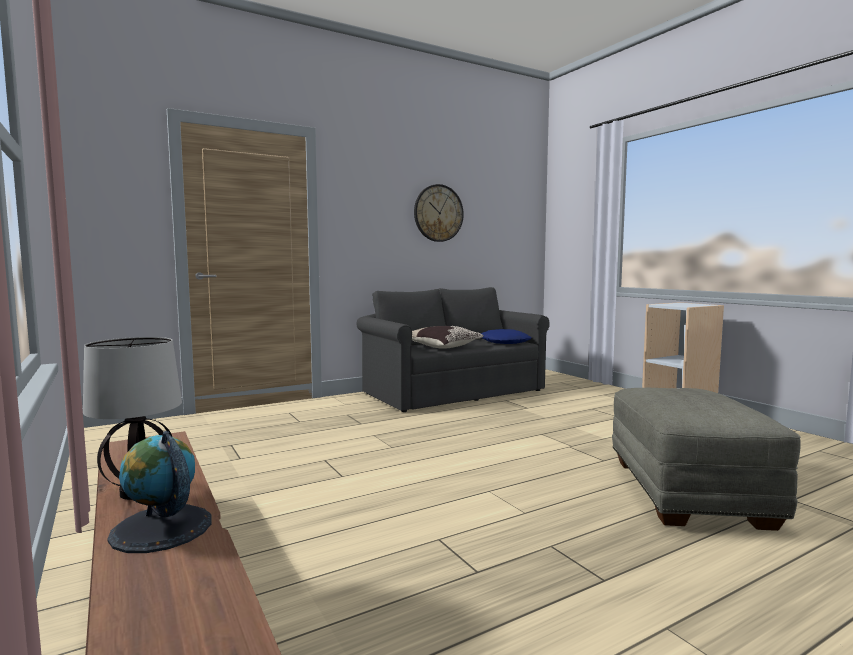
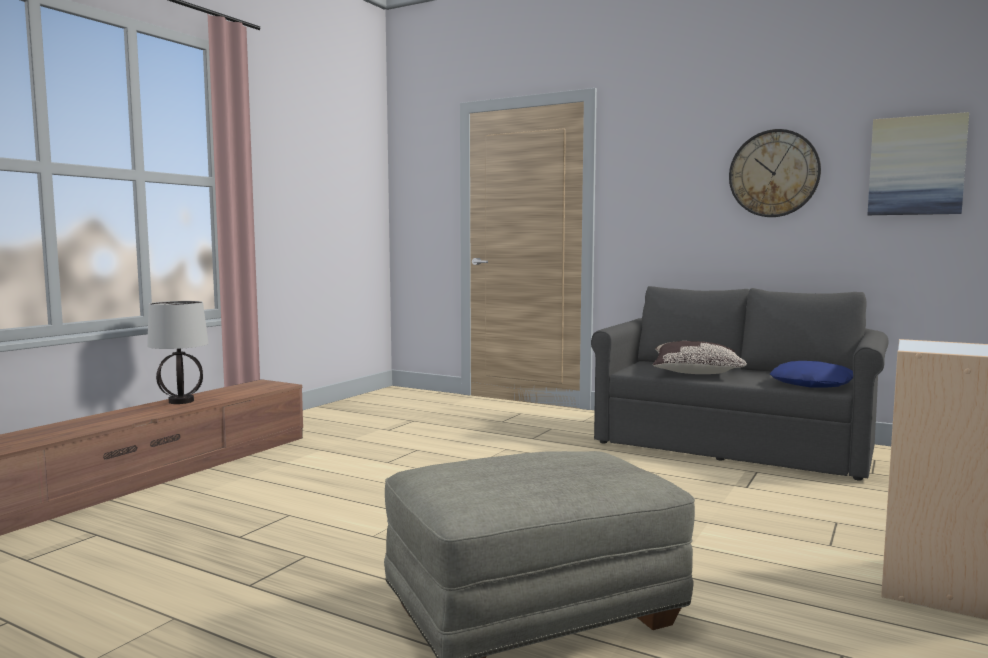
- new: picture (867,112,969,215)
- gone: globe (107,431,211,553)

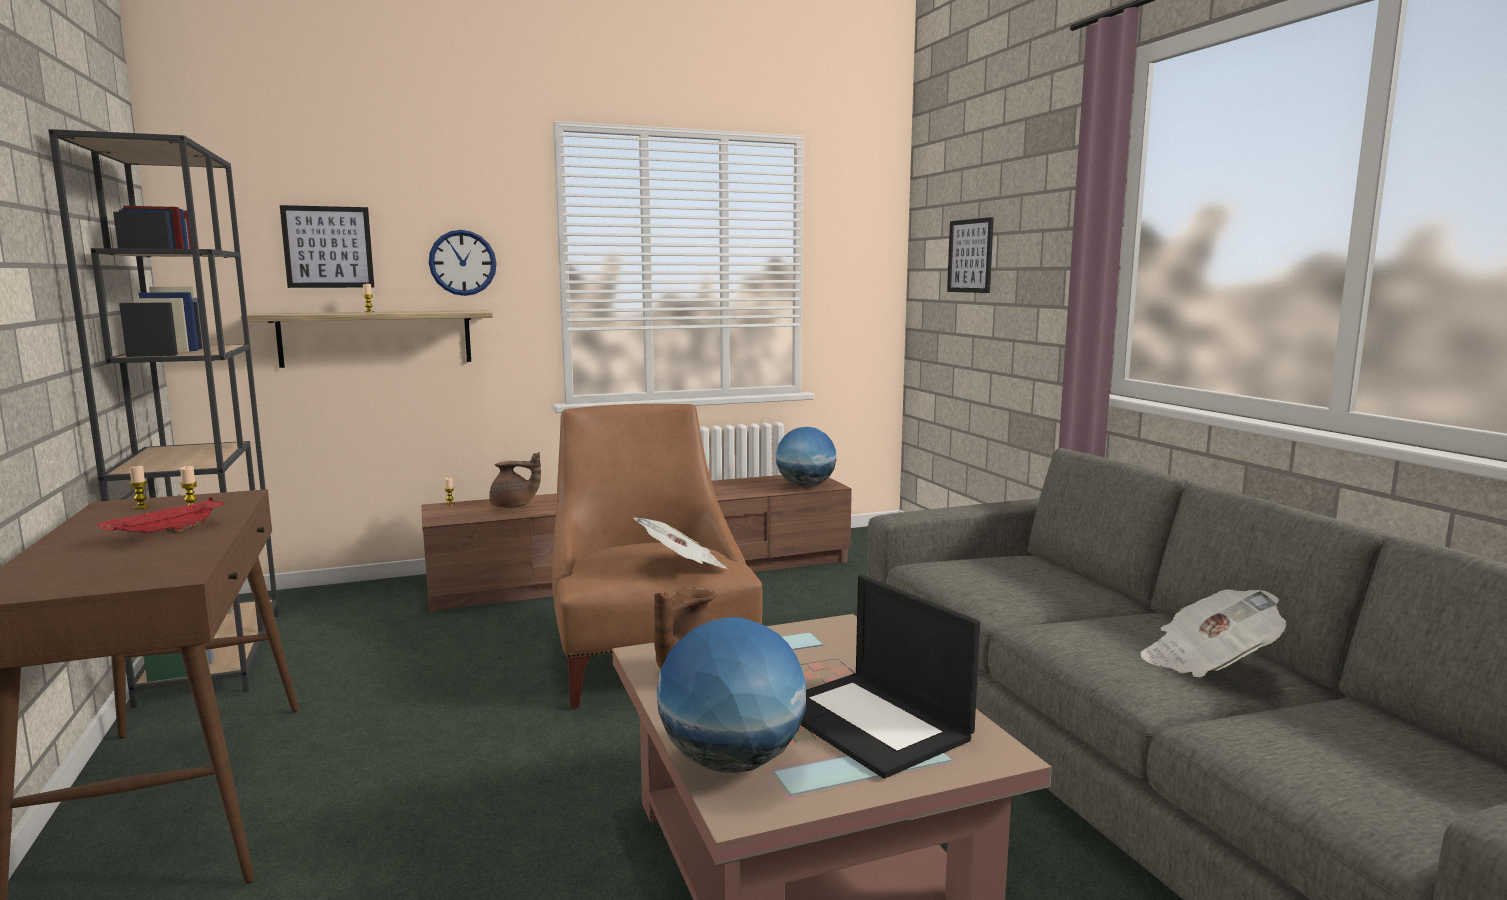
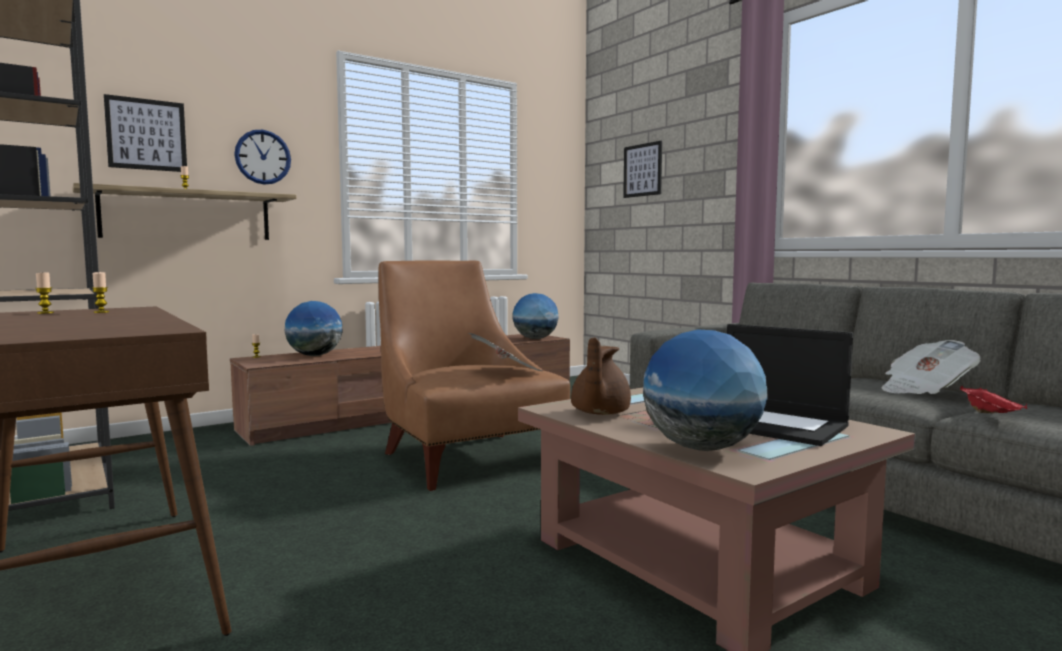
- swapped: teapot (brown) (489,452,541,508) to globe (285,301,343,356)
- shifted: tray (red) (96,497,224,533) to (960,386,1027,413)

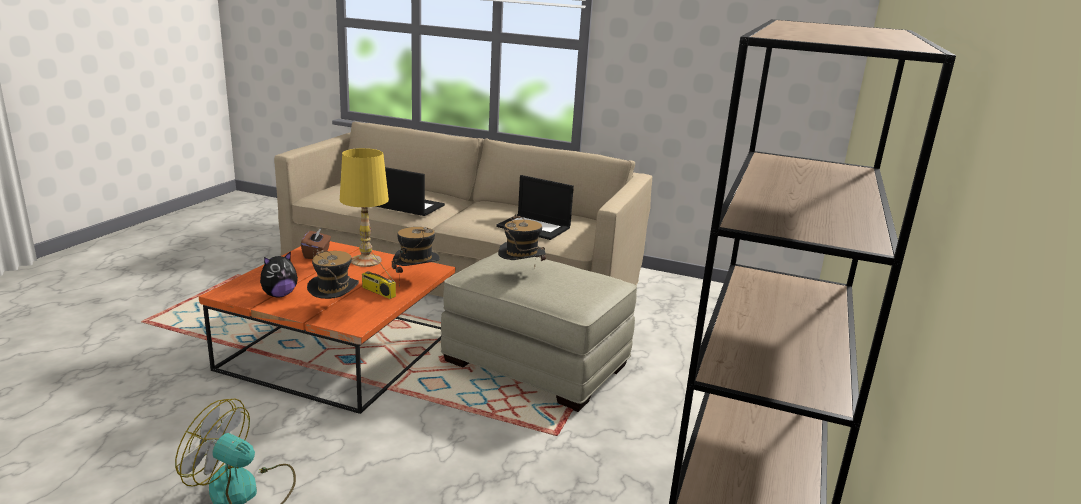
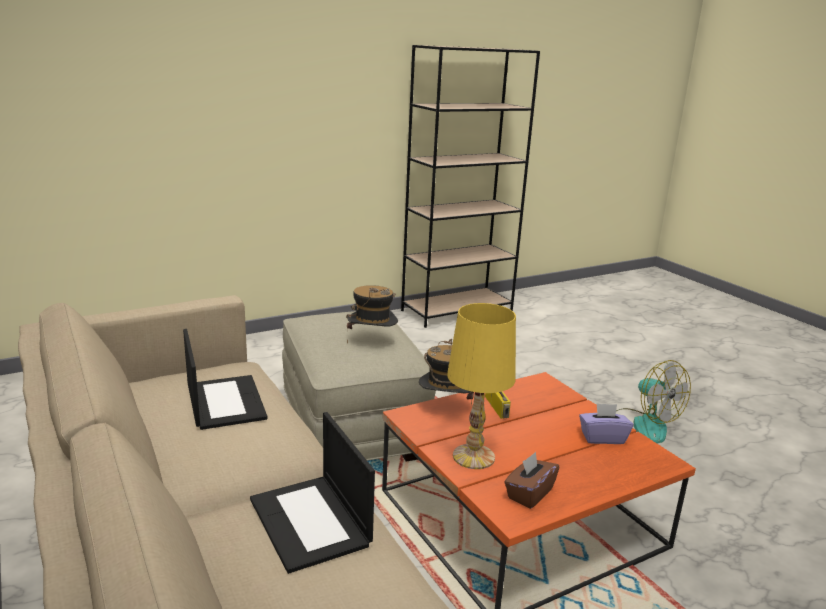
- swapped: plush toy (260,251,298,298) to tissue box (purple) (579,403,633,444)
- gone: hat (307,249,359,299)

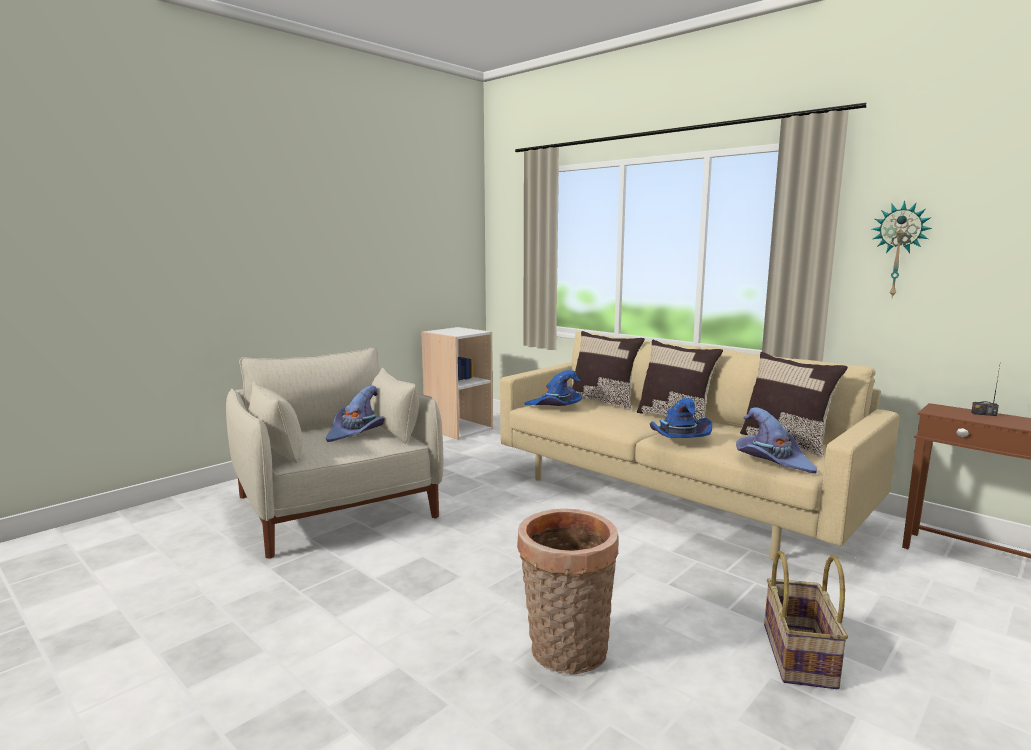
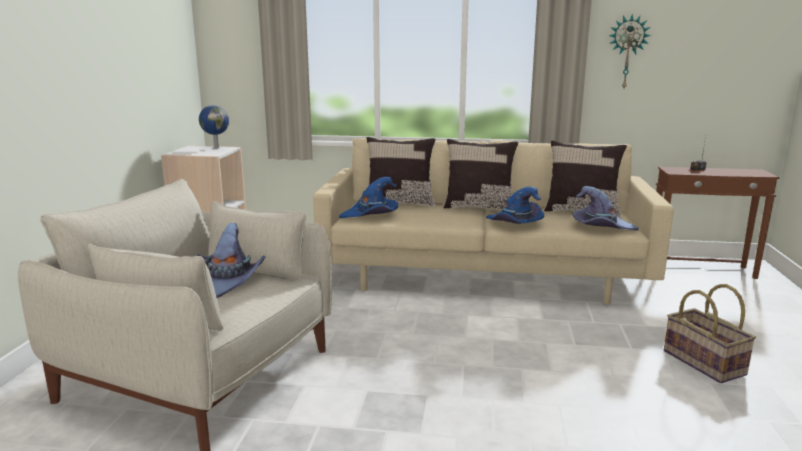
- new: globe (199,105,229,149)
- gone: basket (517,509,618,675)

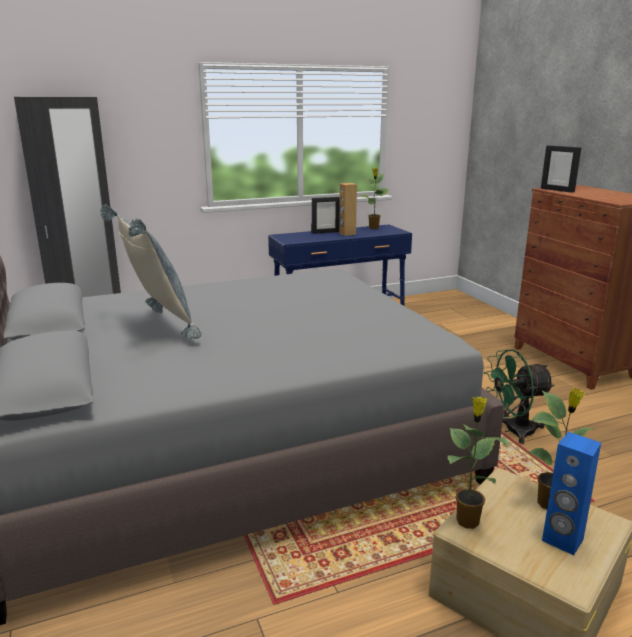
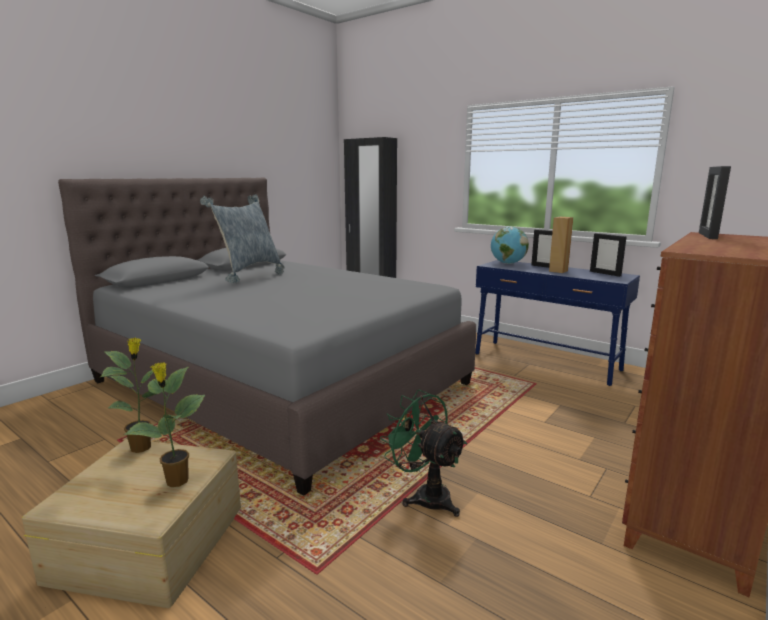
- new: globe (491,227,529,264)
- swapped: potted plant (360,168,389,229) to picture frame (590,233,627,277)
- gone: speaker (blue) (542,432,601,555)

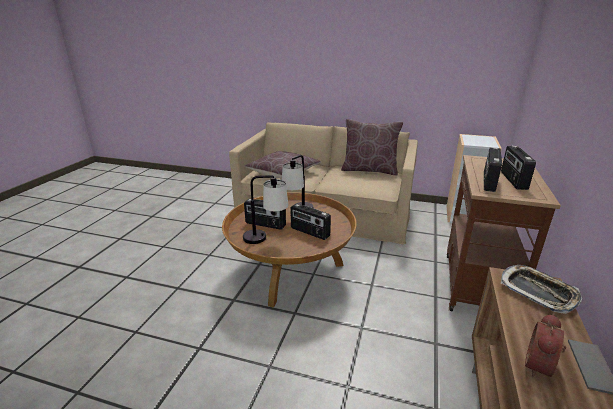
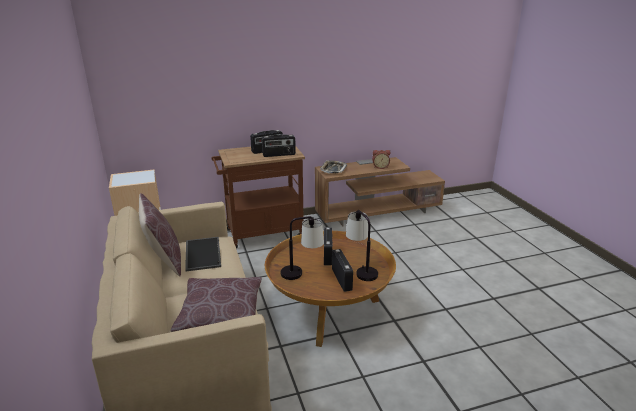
- new: tray (185,237,221,271)

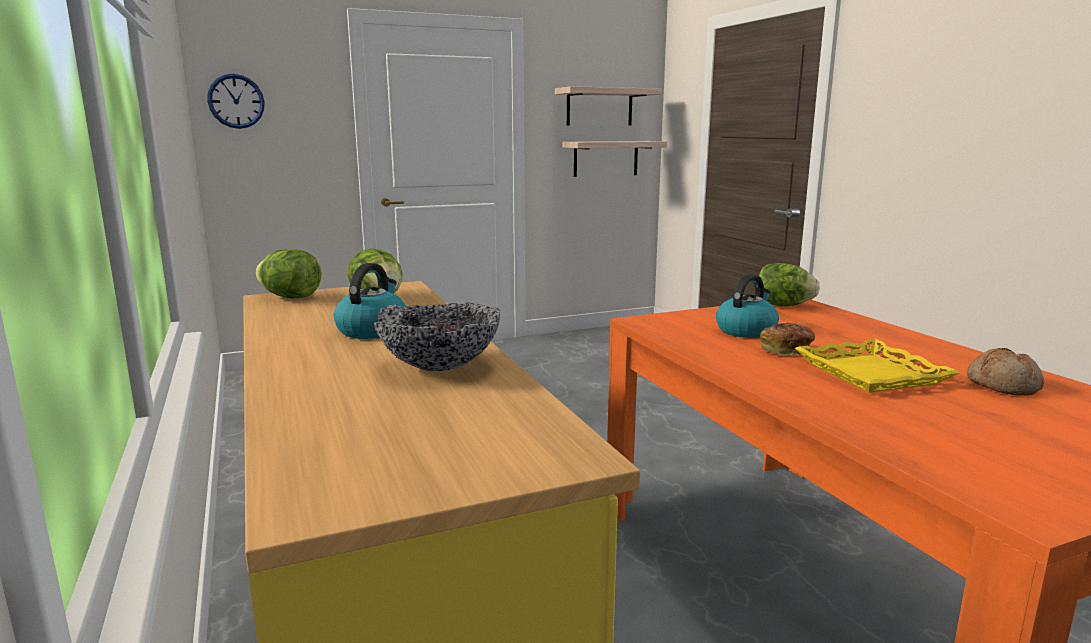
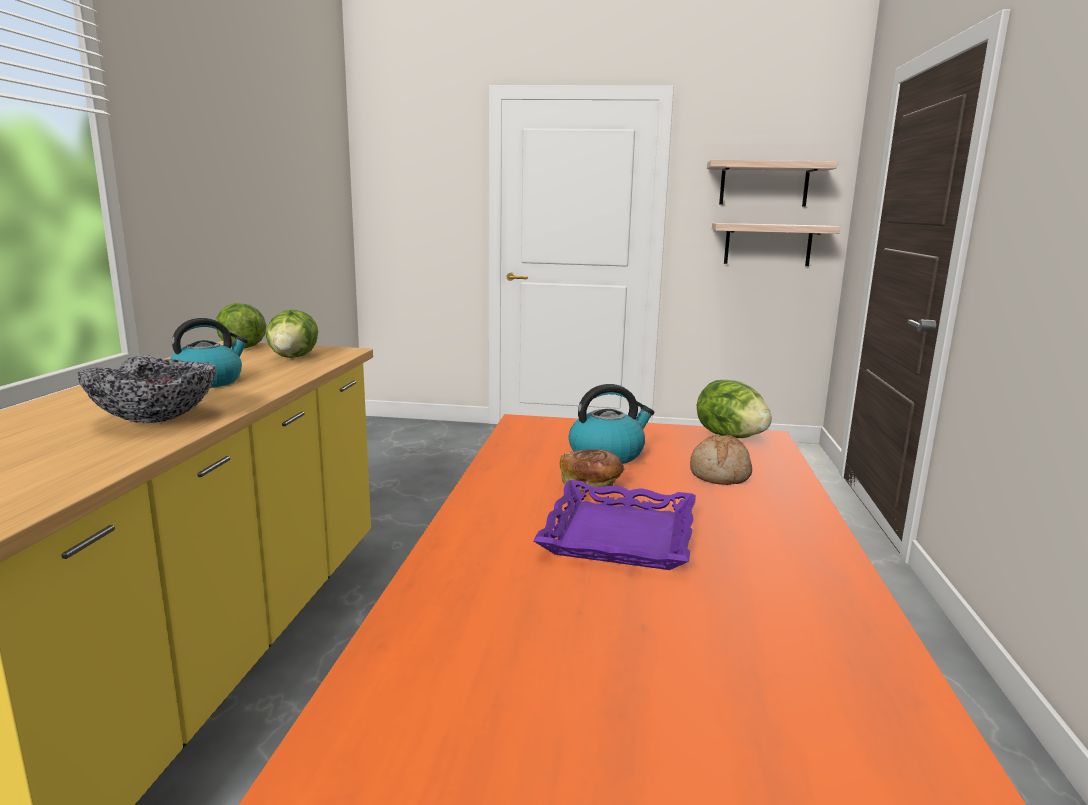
- repainted: tray (yellow) (795,339,959,393) to tray (purple) (533,480,696,570)
- shifted: bread (967,348,1044,396) to (690,434,752,485)
- gone: wall clock (207,74,265,129)

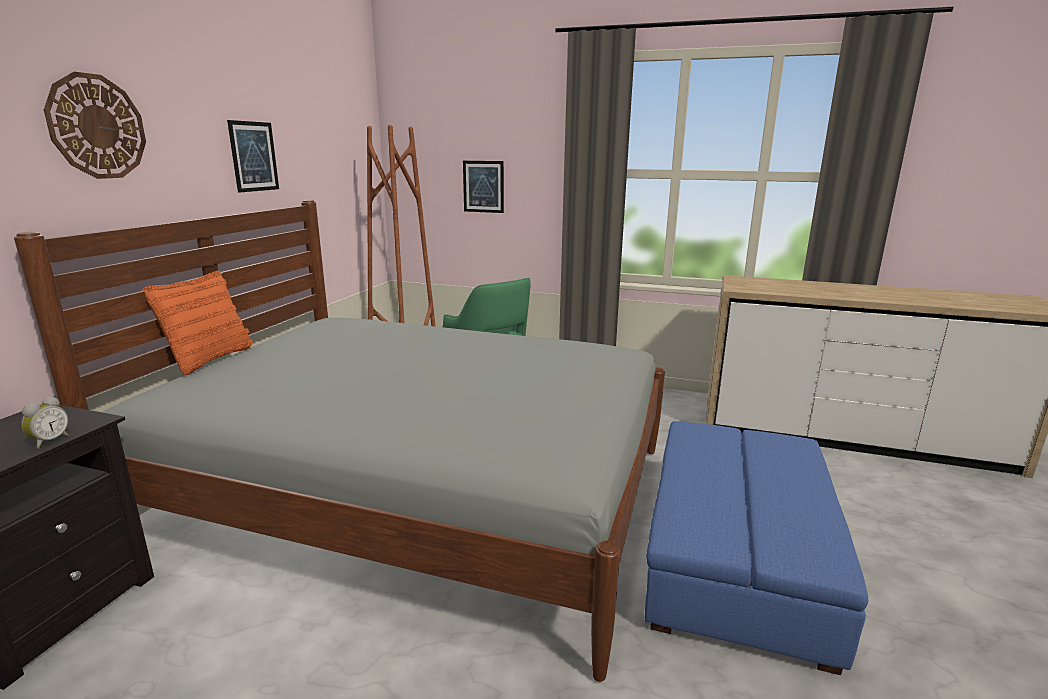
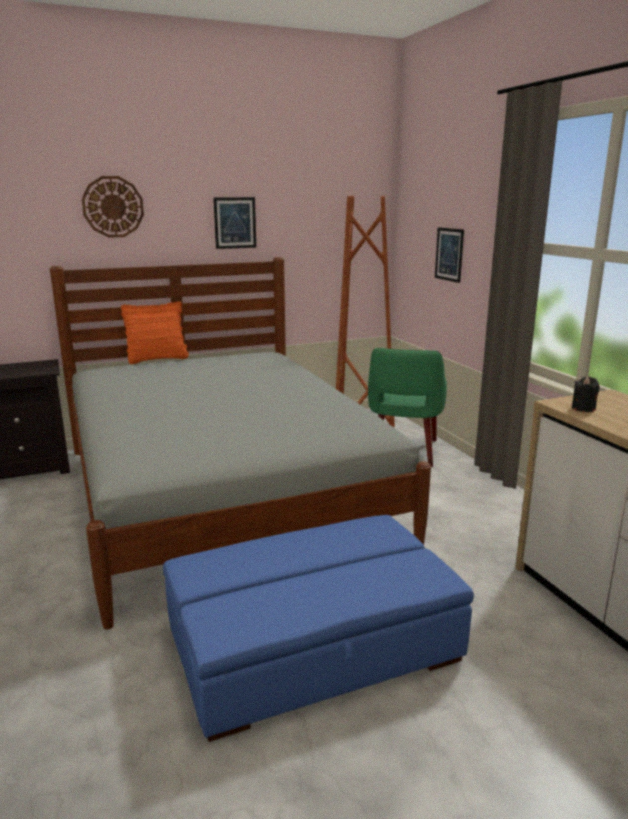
- new: candle (black) (572,376,600,412)
- gone: alarm clock (22,396,69,449)

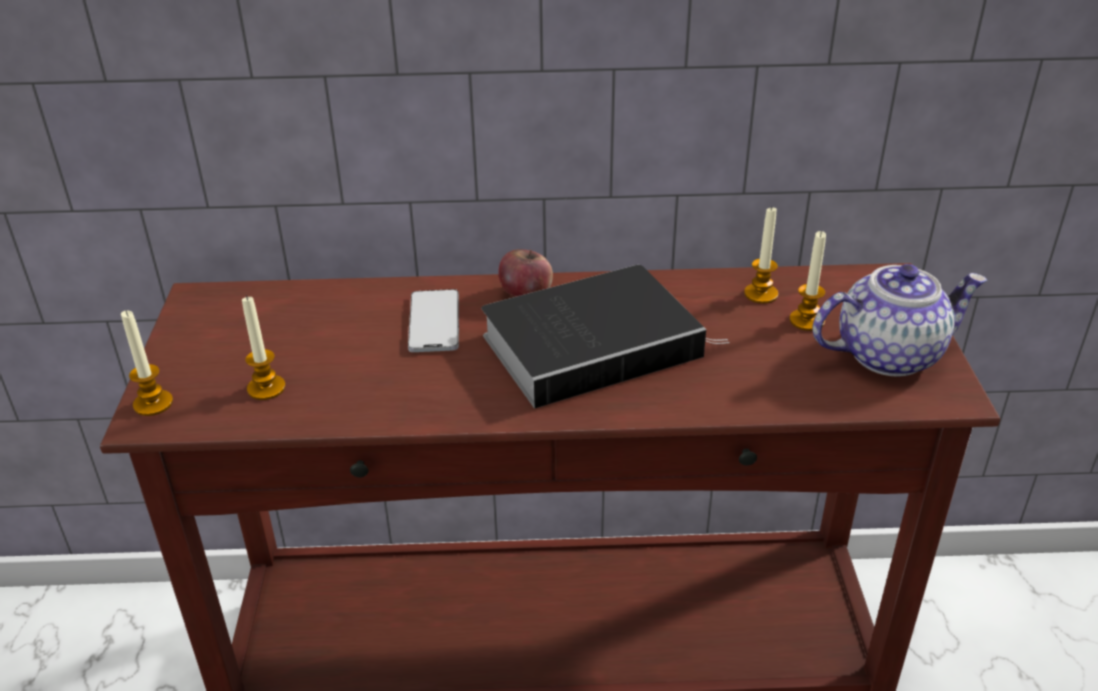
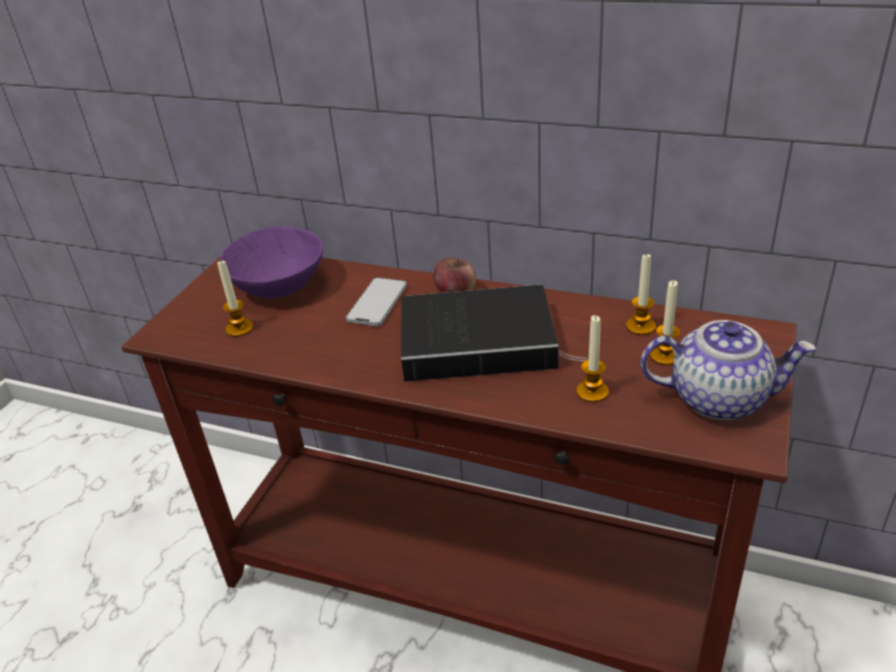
- new: bowl (purple) (220,226,323,298)
- shifted: candle (121,310,173,416) to (576,315,609,402)

